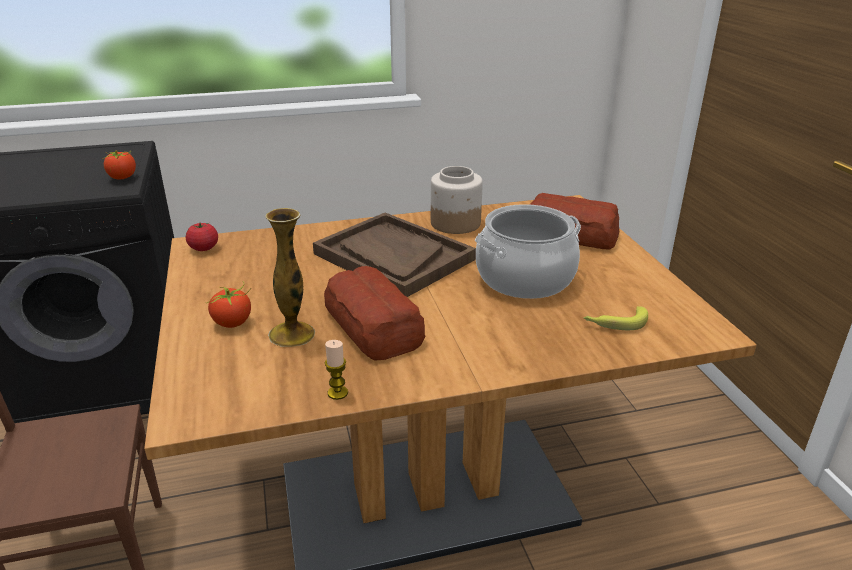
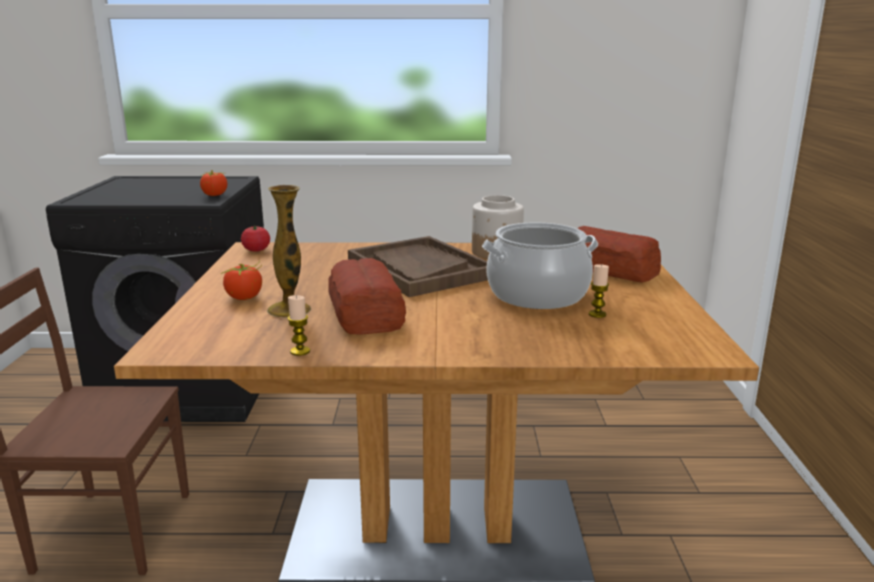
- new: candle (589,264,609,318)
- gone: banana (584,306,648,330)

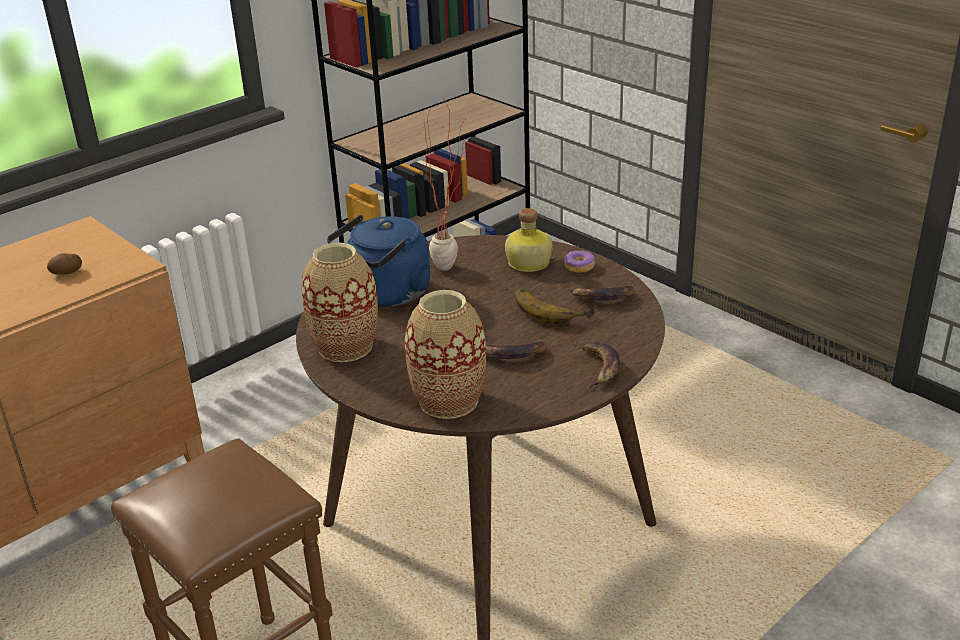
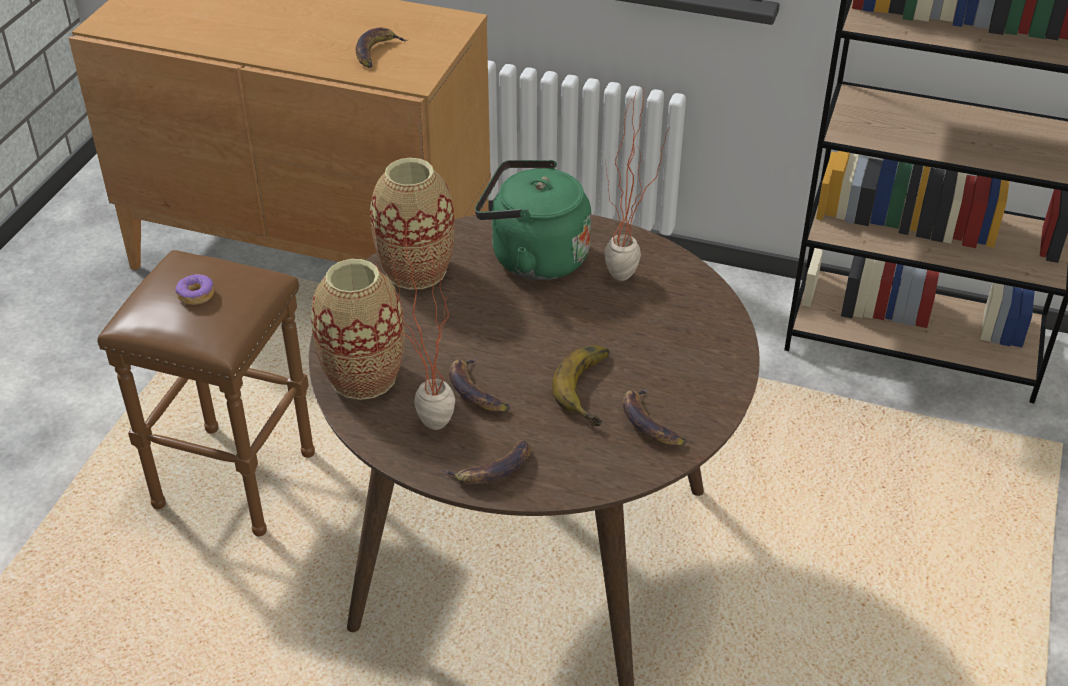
- shifted: donut (565,251,595,273) to (175,274,214,305)
- swapped: potato (47,253,82,275) to banana (356,27,407,68)
- new: potted plant (375,228,455,430)
- repainted: kettle (blue) (327,214,430,307) to kettle (green) (475,160,591,280)
- gone: bottle (505,208,553,272)

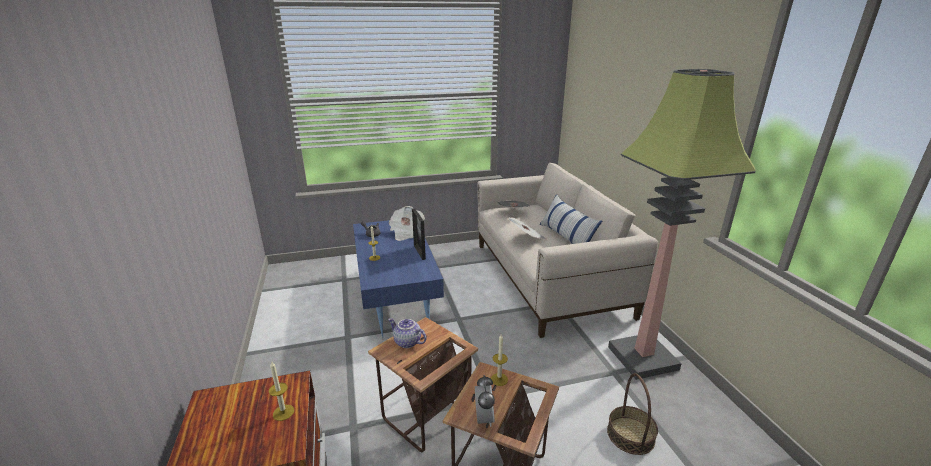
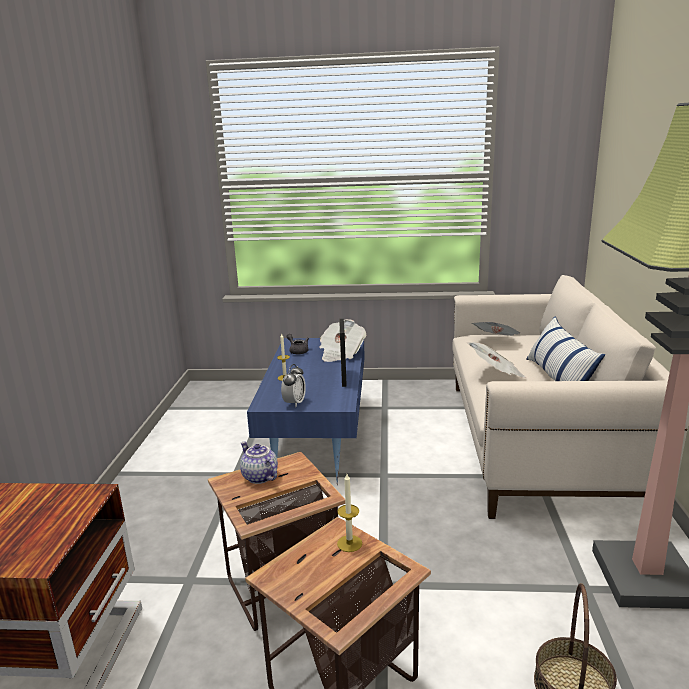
- shifted: alarm clock (475,375,495,427) to (281,364,306,407)
- gone: candle (269,362,294,421)

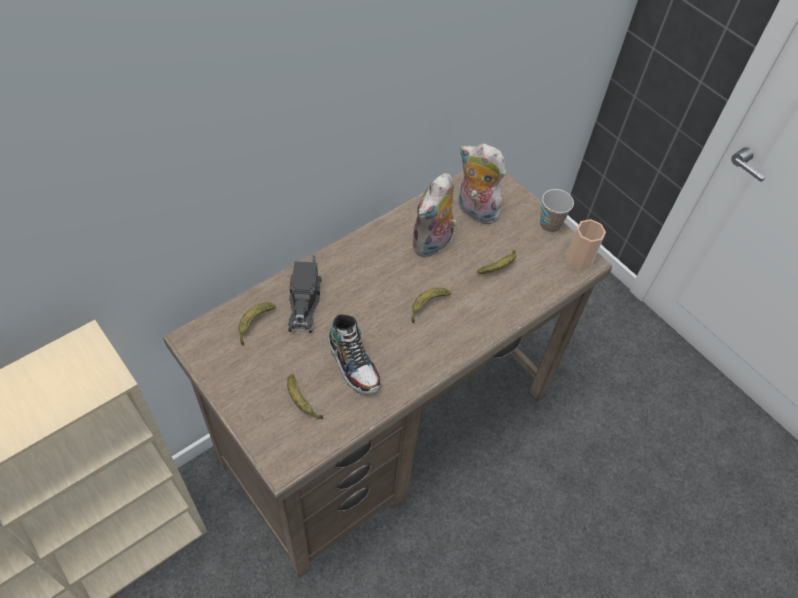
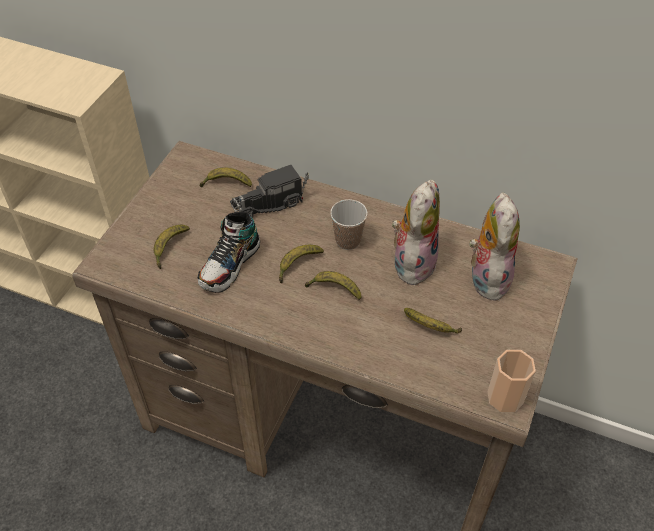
- new: banana (279,245,324,283)
- shifted: cup (540,189,574,232) to (330,199,368,250)
- rotated: plush toy (411,173,457,258) = (392,180,440,285) 105 degrees clockwise

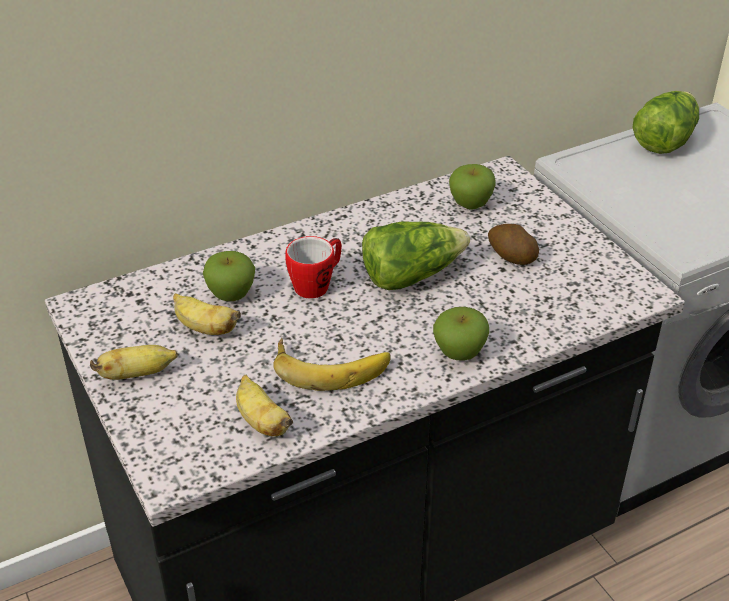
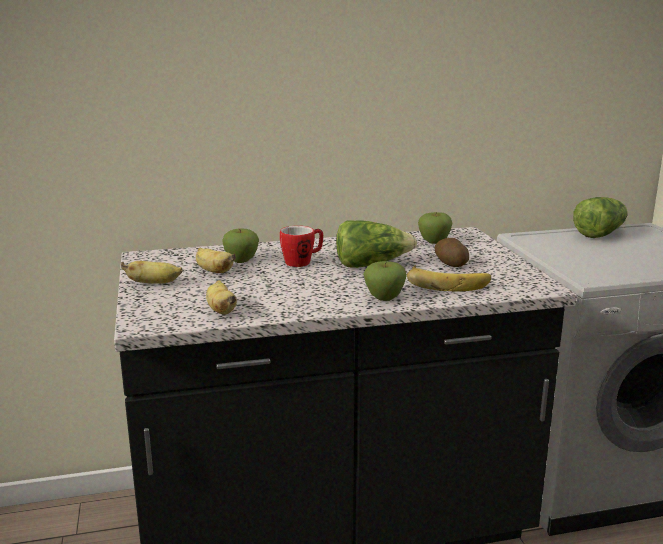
- shifted: banana (273,338,391,391) to (407,265,491,292)

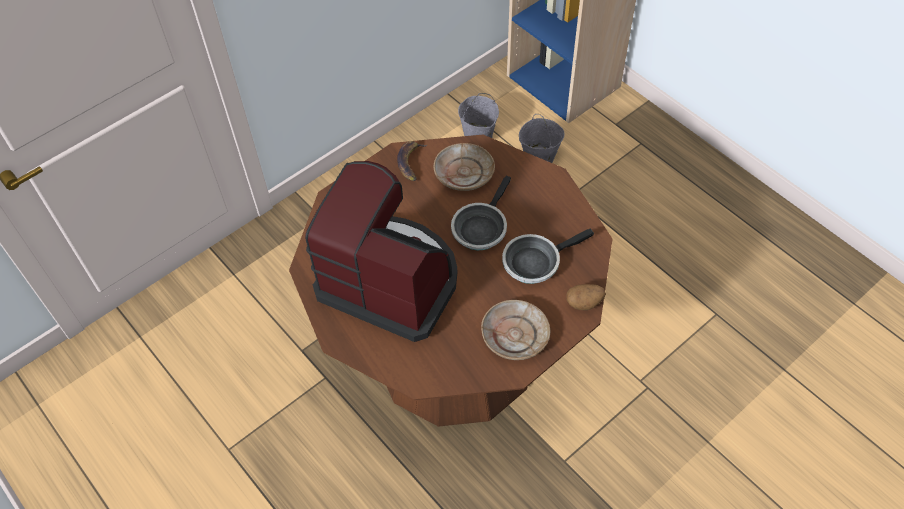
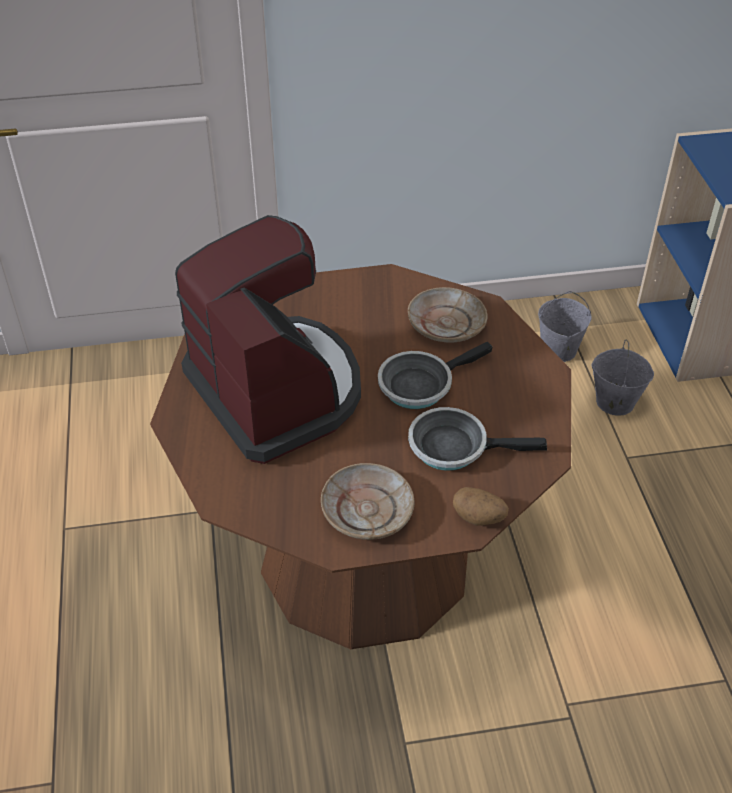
- gone: banana (397,141,427,181)

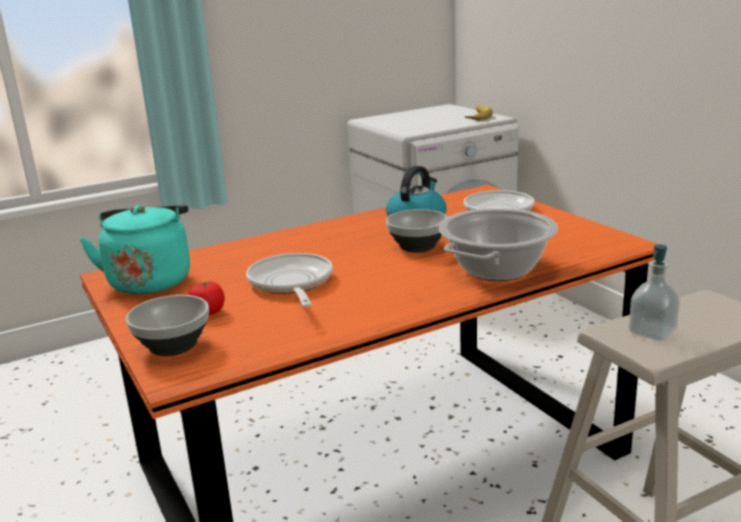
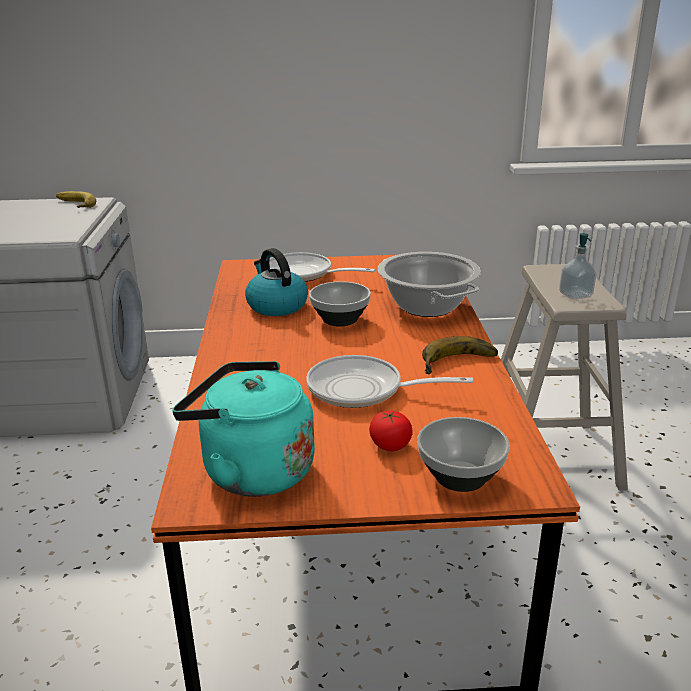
- new: banana (422,336,498,374)

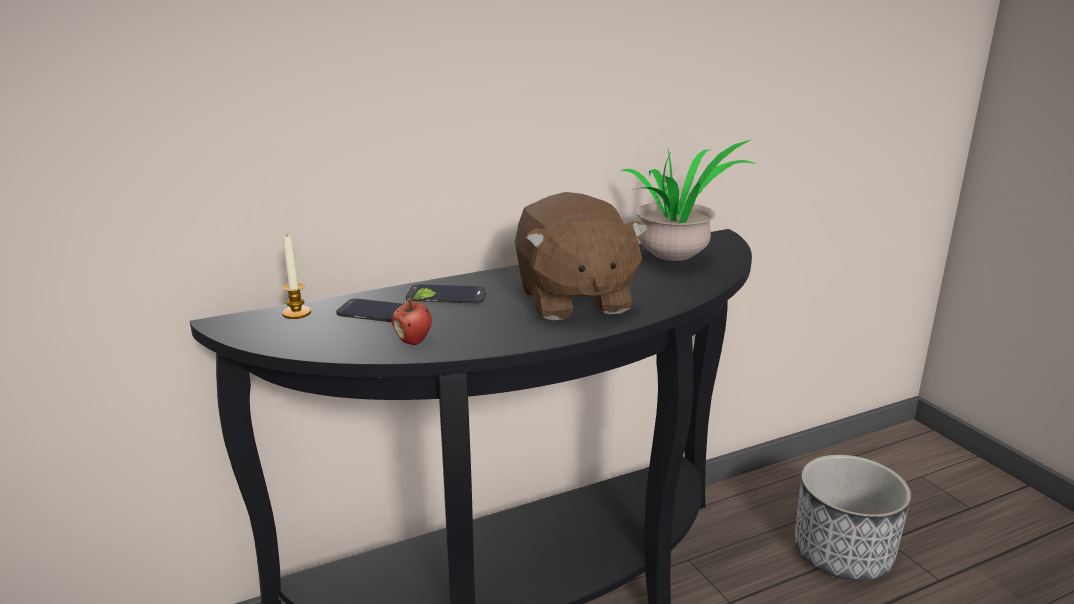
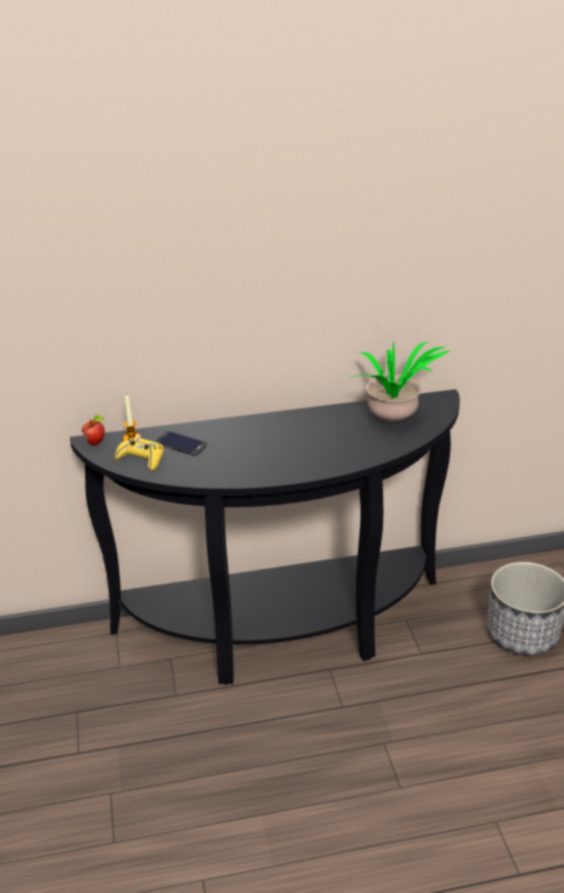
- shifted: apple (391,288,436,345) to (82,415,105,445)
- new: game controller (yellow) (115,437,164,470)
- gone: phone (406,284,487,303)
- gone: plush toy (brown) (515,192,649,320)

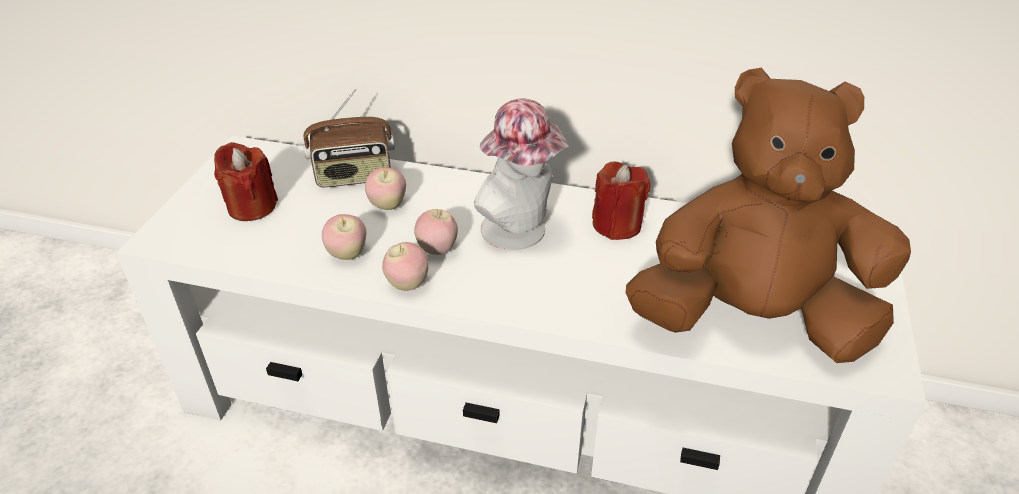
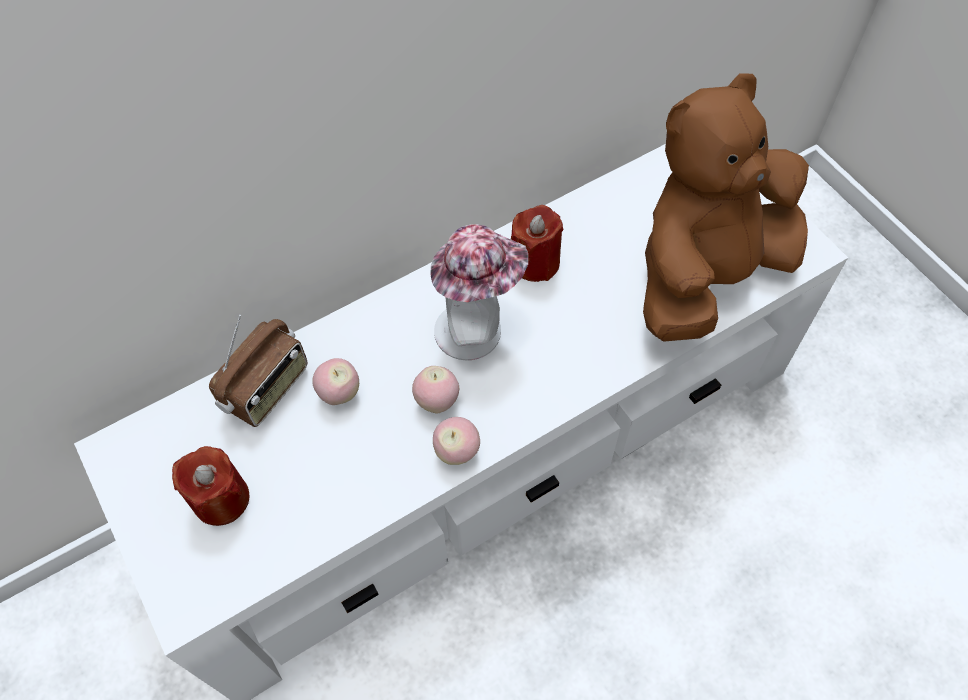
- gone: apple (322,214,366,260)

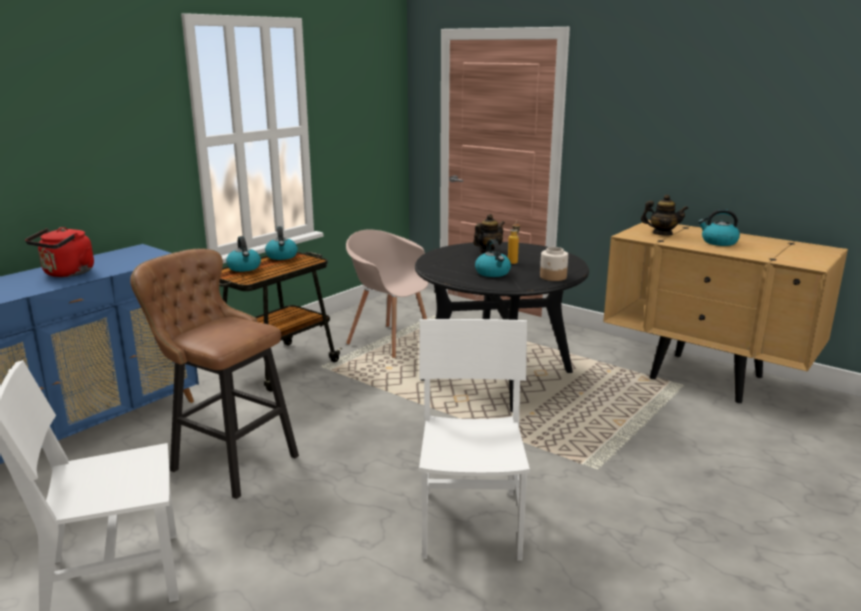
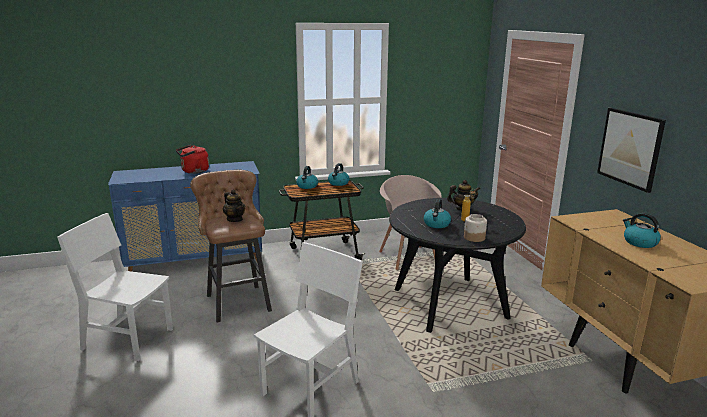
- shifted: teapot (641,194,689,235) to (223,190,246,222)
- new: picture (597,108,666,193)

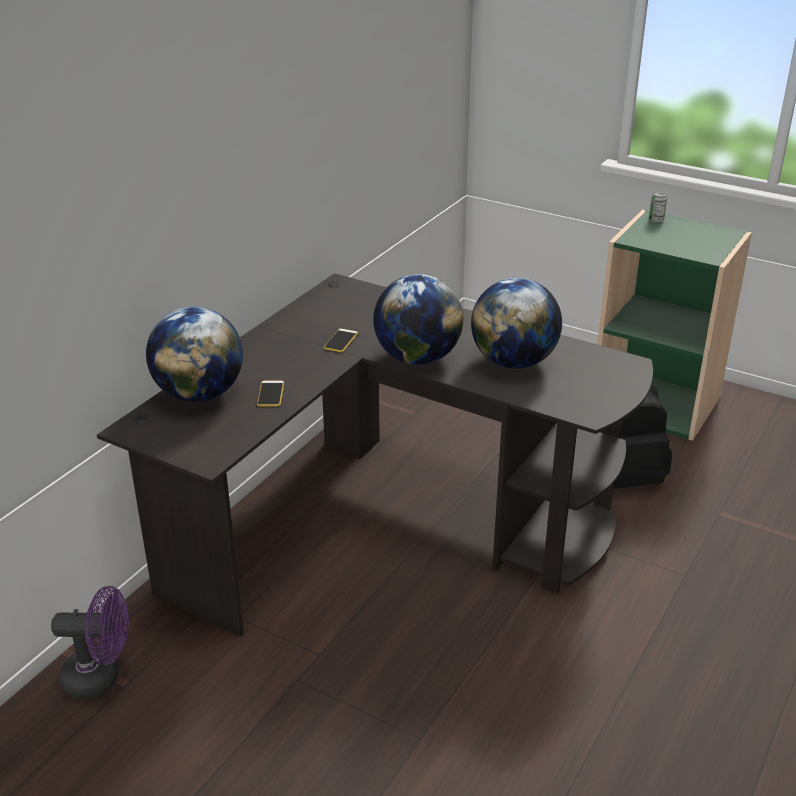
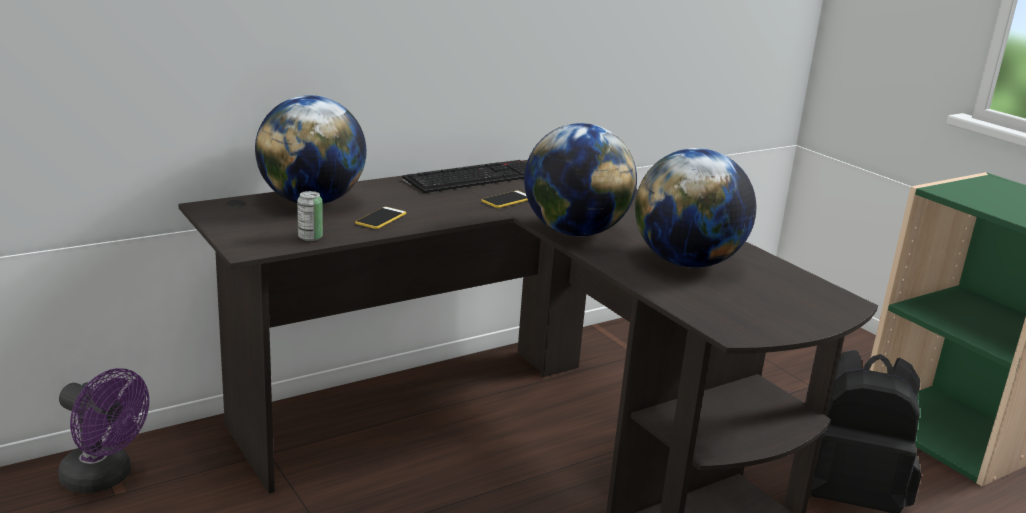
- shifted: can (649,192,667,223) to (297,191,323,241)
- new: keyboard (402,160,527,193)

